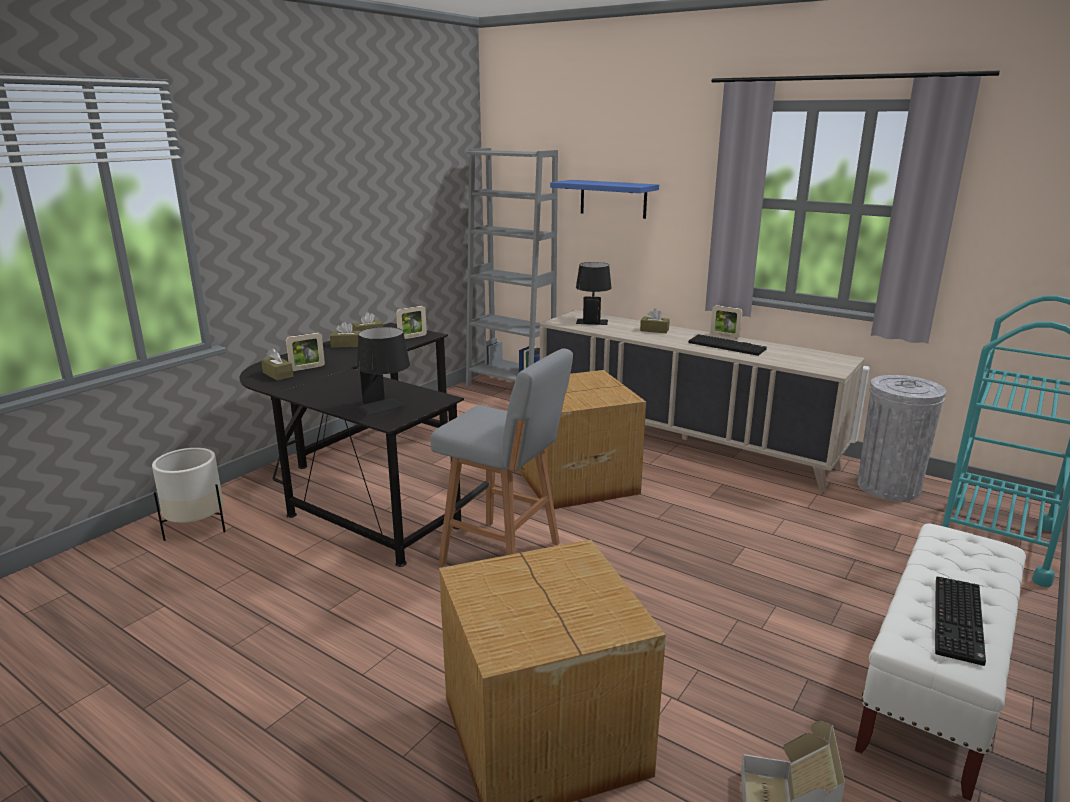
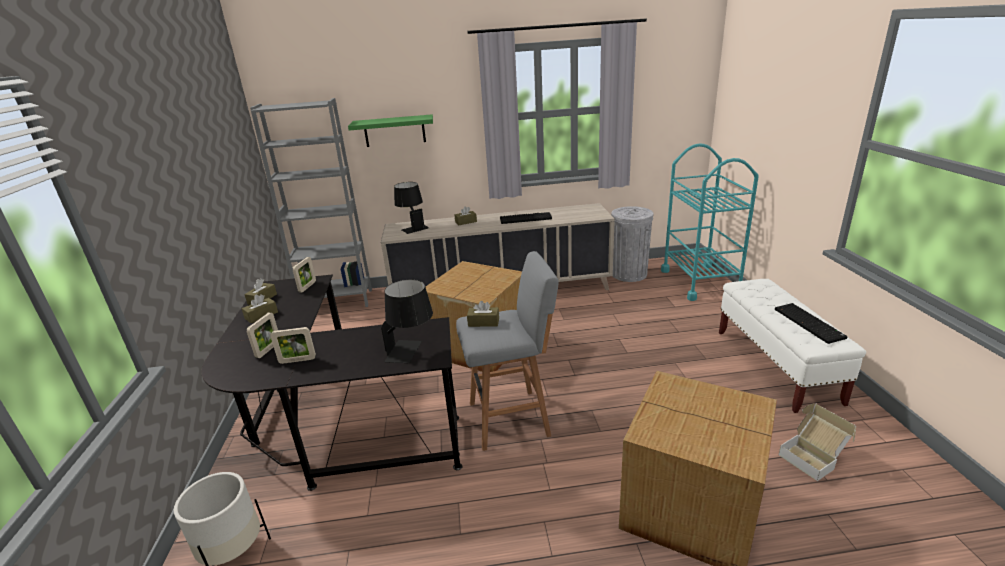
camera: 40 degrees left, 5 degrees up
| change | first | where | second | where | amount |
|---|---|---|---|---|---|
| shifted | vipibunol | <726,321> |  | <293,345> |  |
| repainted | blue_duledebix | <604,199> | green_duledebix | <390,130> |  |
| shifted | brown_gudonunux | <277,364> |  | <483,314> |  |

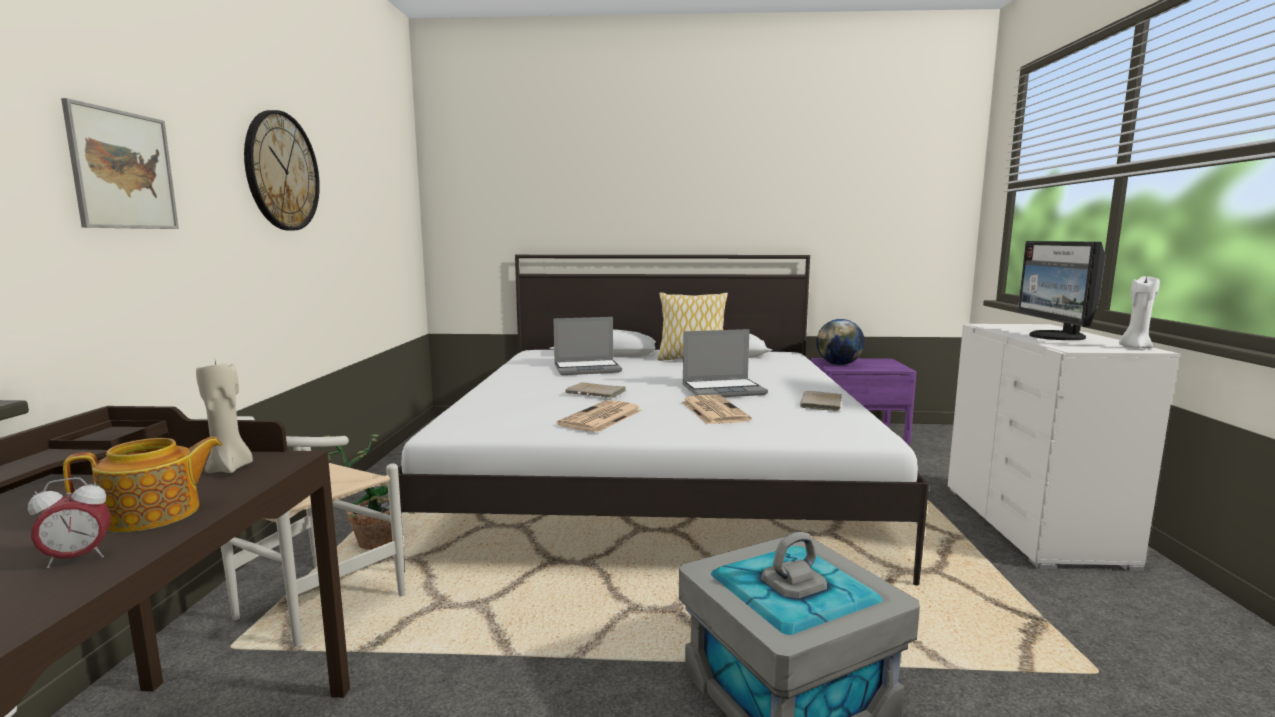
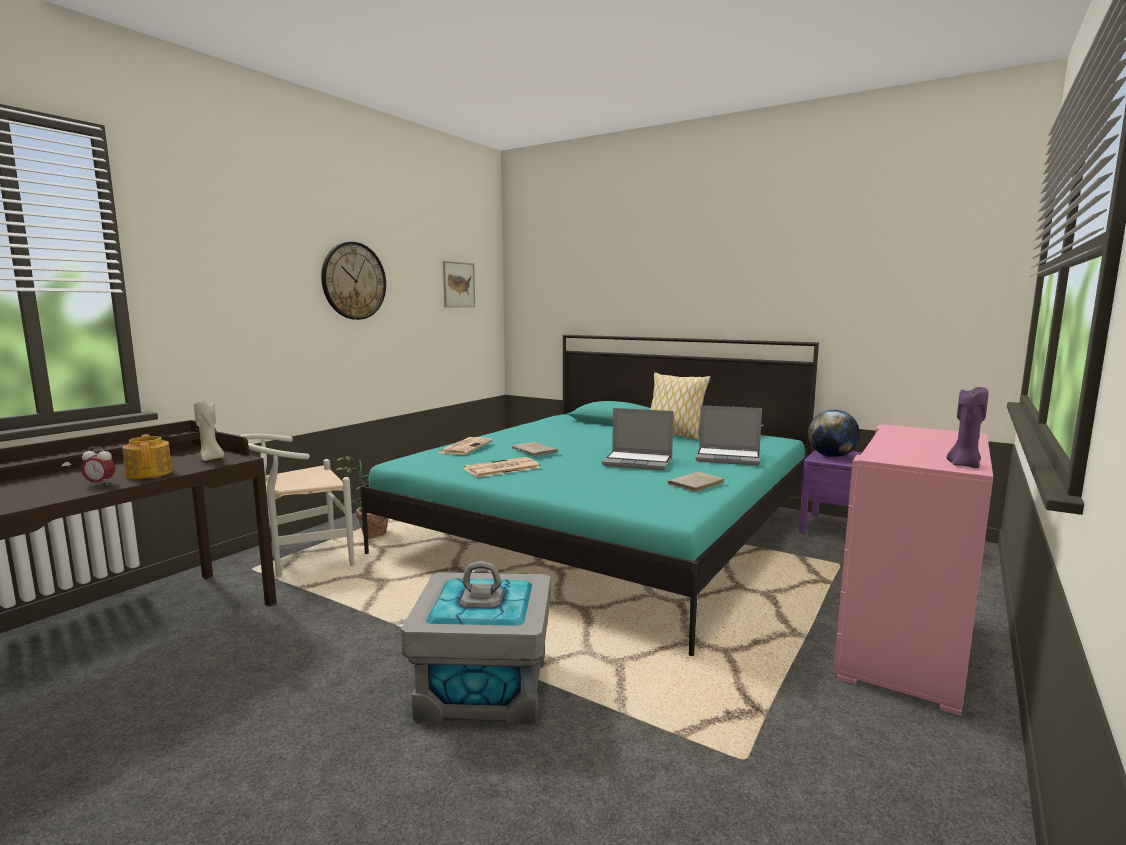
camera: 30 degrees right, 0 degrees up
| change | first | where | second | where | amount |
|---|---|---|---|---|---|
| rotated | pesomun | <143,484> |  | <147,456> | 120 degrees counterclockwise |
| repainted | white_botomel | <663,420> | turquoise_botomel | <589,495> |  |
| shifted | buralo | <717,409> |  | <465,446> |  |
| shifted | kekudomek | <120,163> |  | <459,284> |  |
| shifted | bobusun | <587,346> |  | <729,435> |  |
| repainted | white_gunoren | <1063,447> | pink_gunoren | <913,570> |  |
| repainted | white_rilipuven | <1139,312> | purple_rilipuven | <967,427> |  |
| gone | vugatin | <1062,290> |  |  |  |

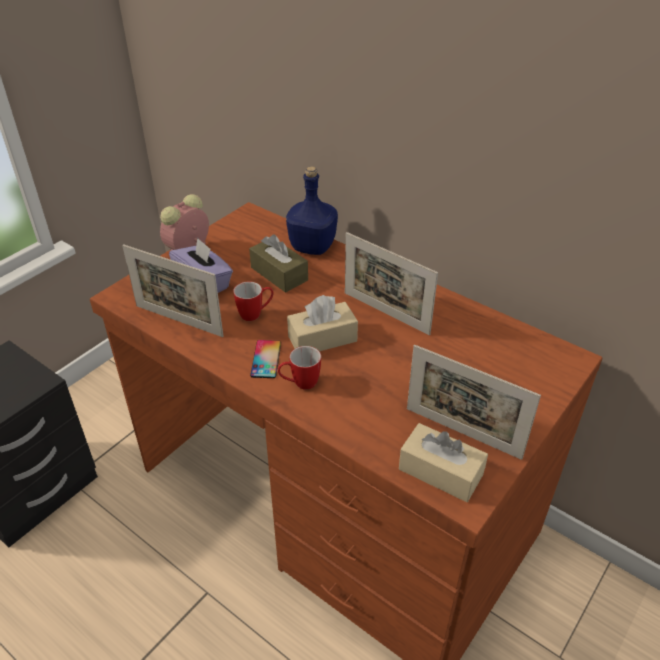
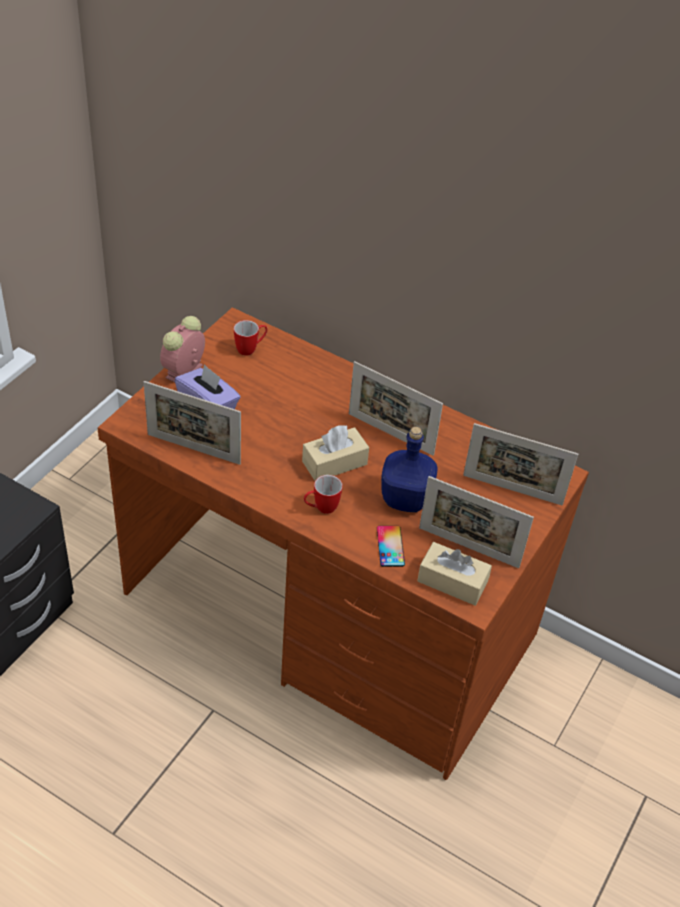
camera: 10 degrees left, 5 degrees up
| change | first | where | second | where | amount |
|---|---|---|---|---|---|
| shifted | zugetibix | <253,301> |  | <251,338> |  |
| shifted | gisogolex | <265,359> |  | <391,546> |  |
| shifted | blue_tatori | <312,210> |  | <409,469> |  |
| new |  |  | vipibunol | <520,464> |  |
| gone | brown_gudonunux | <278,263> |  |  |  |

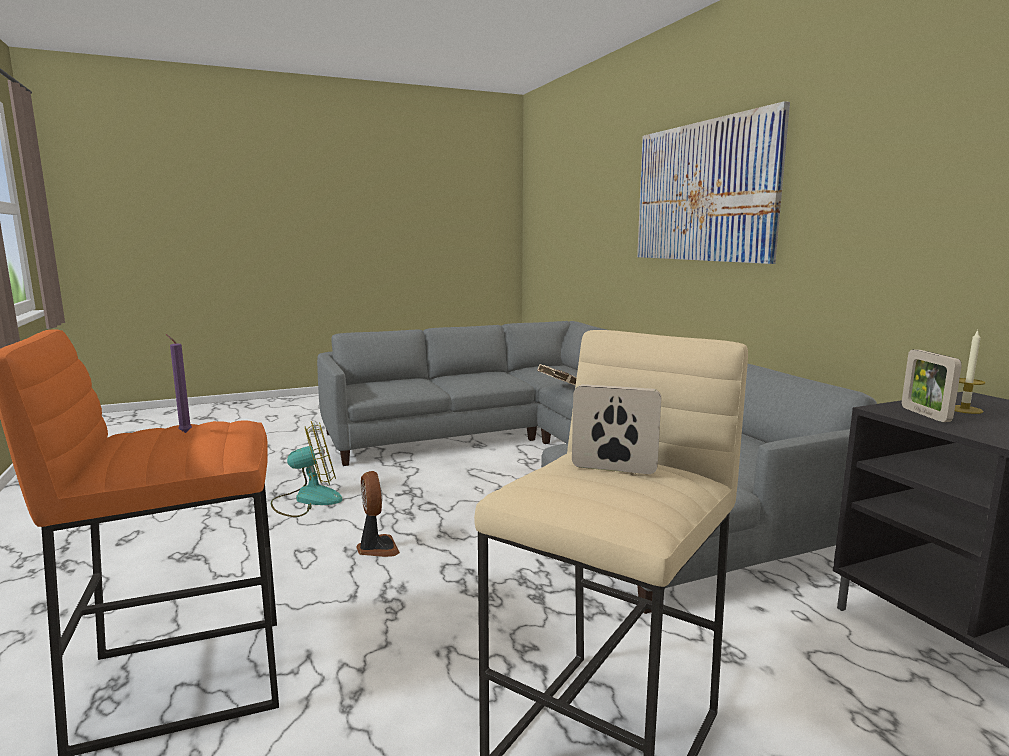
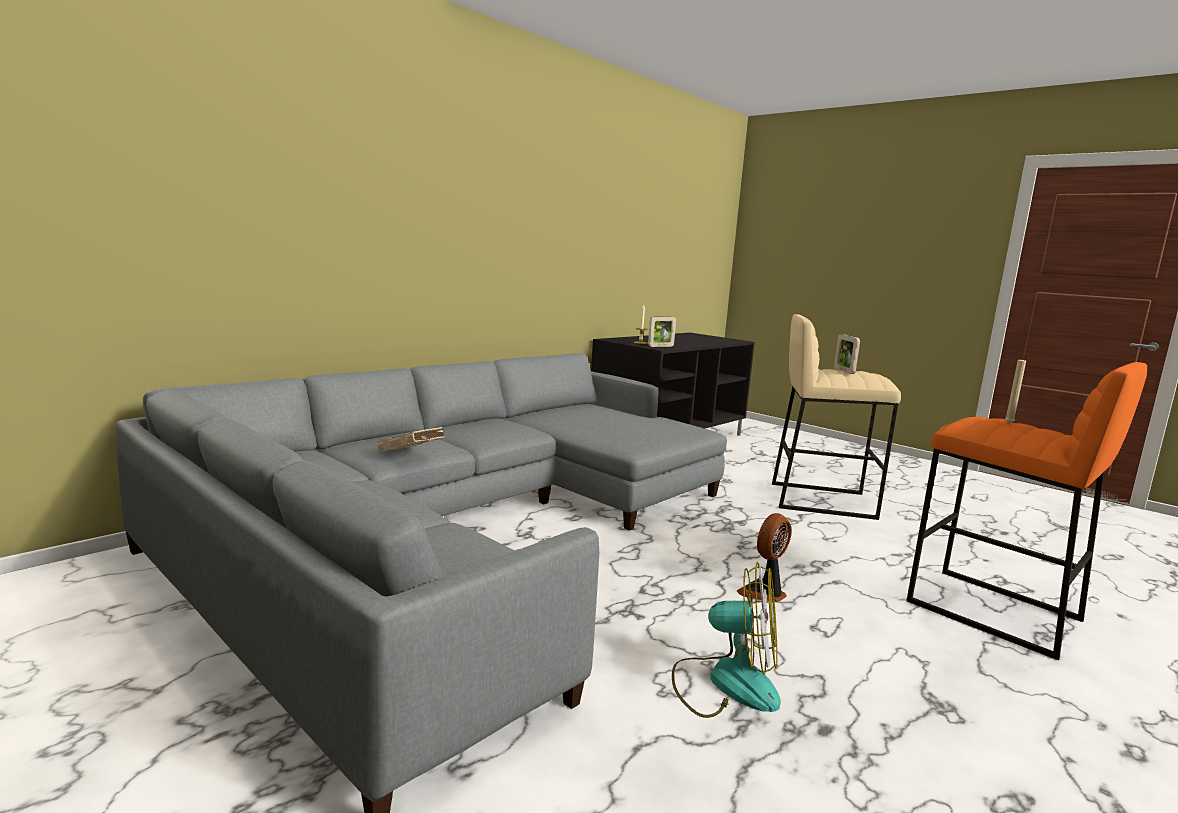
camera: 115 degrees left, 0 degrees up
| change | first | where | second | where | amount |
|---|---|---|---|---|---|
| rotated | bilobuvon | <306,469> |  | <726,640> | 150 degrees clockwise |
| repainted | purple_rilipuven | <178,383> | beige_rilipuven | <1017,389> |  |
| gone | kekudomek | <713,182> |  |  |  |

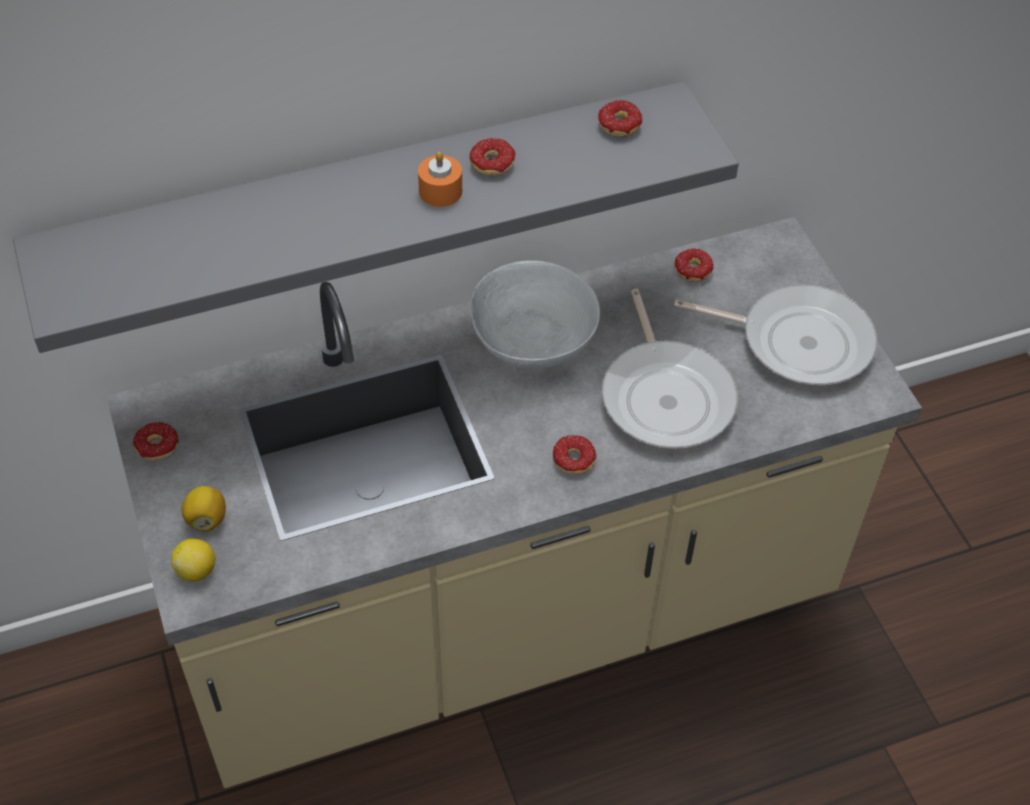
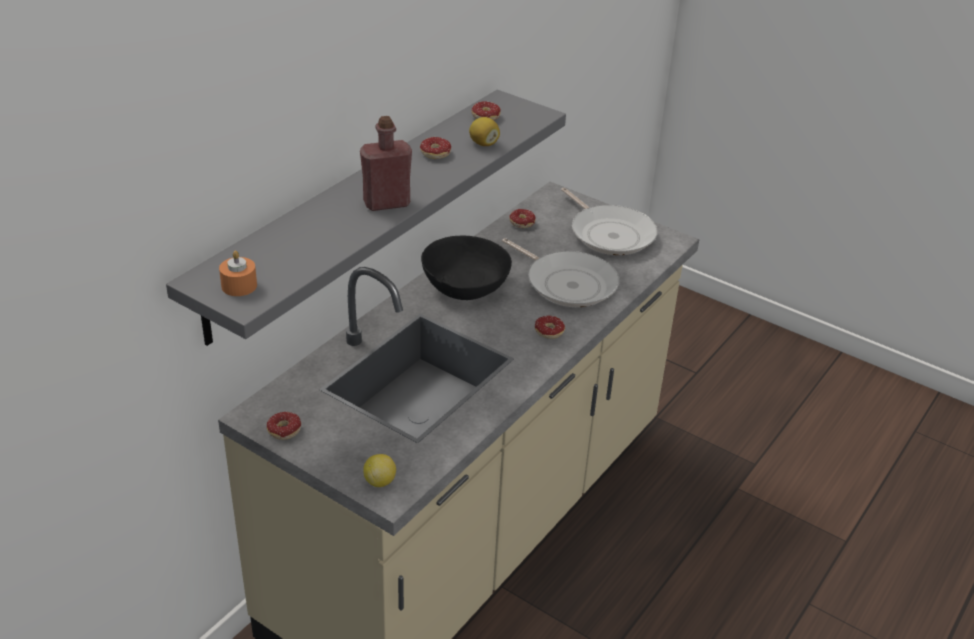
camera: 35 degrees left, 15 degrees down
| change | first | where | second | where | amount |
|---|---|---|---|---|---|
| shifted | orange_rilipuven | <440,179> |  | <238,273> |  |
| new |  |  | red_tatori | <386,163> |  |
| repainted | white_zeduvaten | <535,314> | black_zeduvaten | <466,268> |  |
| shifted | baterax | <204,508> |  | <484,131> |  |
| rotated | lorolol | <776,334> |  | <609,221> | 75 degrees clockwise |

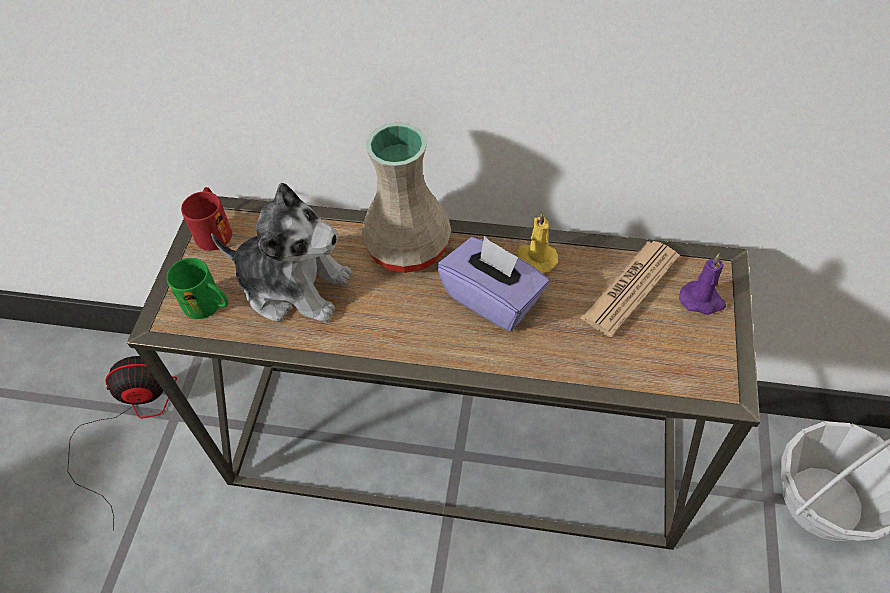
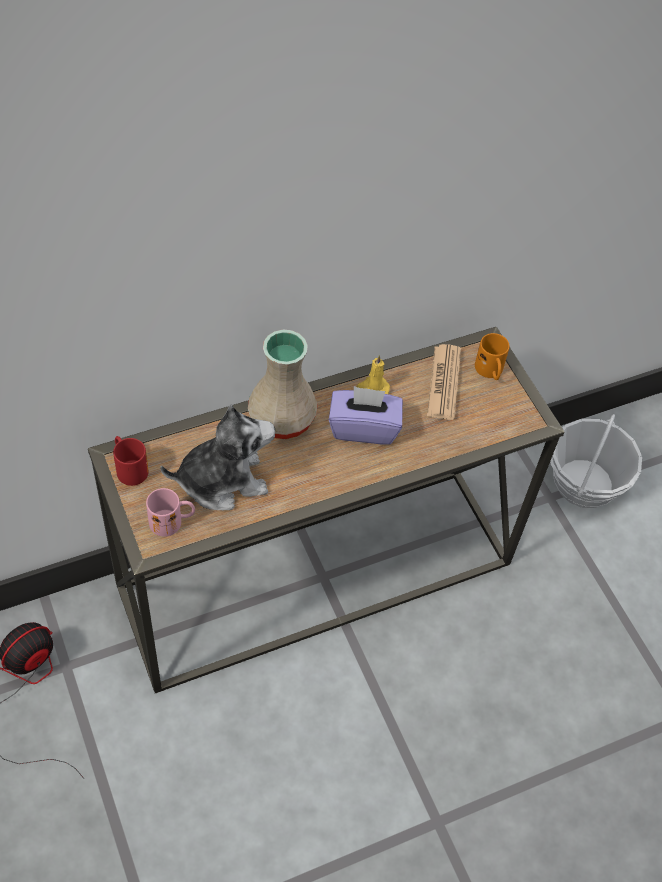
camera: 40 degrees left, 0 degrees up
| change | first | where | second | where | amount |
|---|---|---|---|---|---|
| repainted | green_zugetibix | <197,288> | pink_zugetibix | <170,512> |  |
| swapped | purple_rilipuven | <702,284> | orange_zugetibix | <492,356> |  |

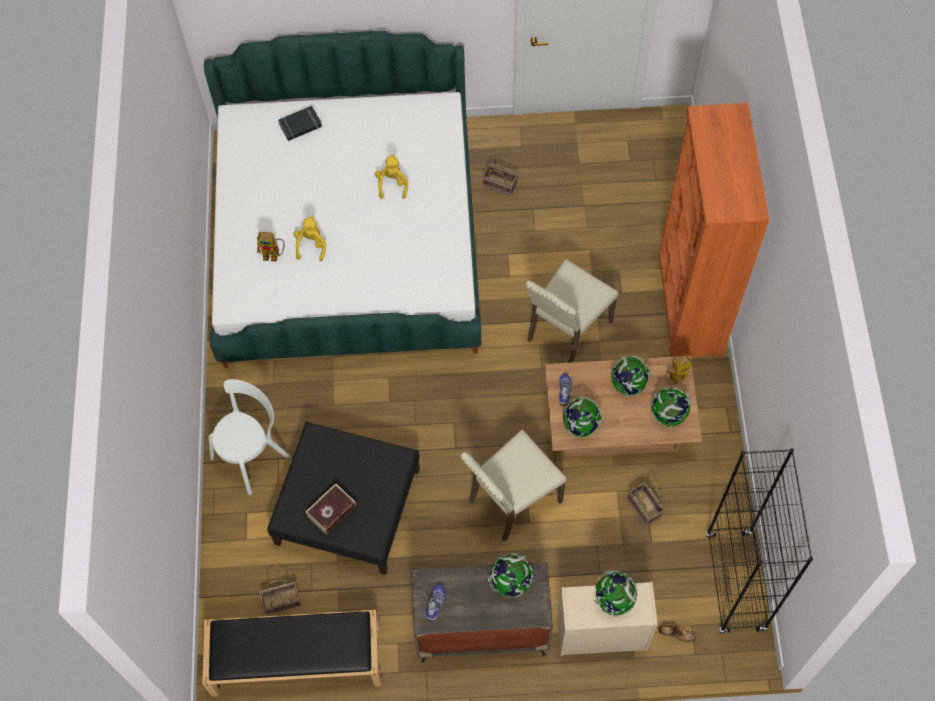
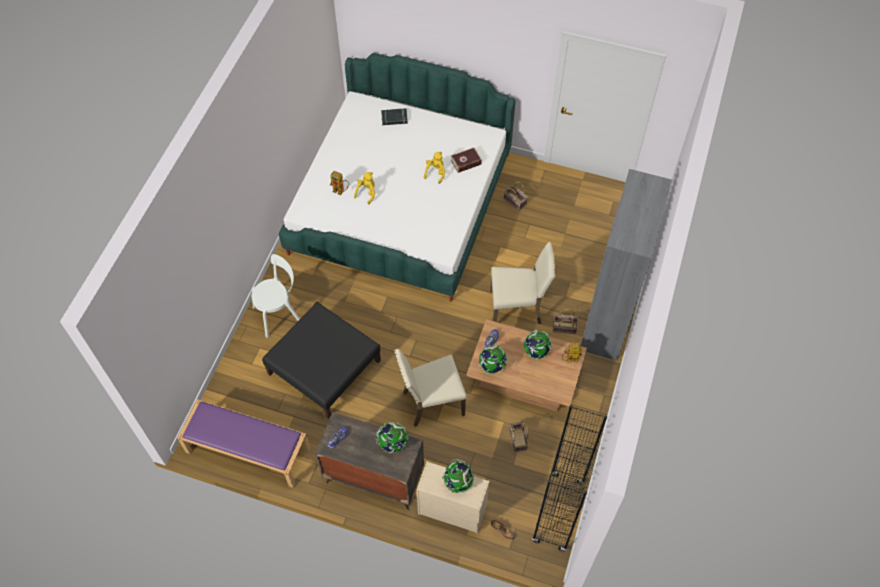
camera: 20 degrees right, 5 degrees down
| change | first | where | second | where | amount |
|---|---|---|---|---|---|
| repainted | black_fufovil | <292,653> | purple_fufovil | <244,443> |  |
| shifted | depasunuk | <331,508> |  | <466,160> |  |
| rotated | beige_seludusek | <571,311> |  | <522,283> | 150 degrees counterclockwise |
| shifted | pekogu | <280,597> |  | <565,321> |  |
| repainted | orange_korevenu | <714,230> | grey_korevenu | <626,265> |  |
| gone | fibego | <671,407> |  |  |  |

